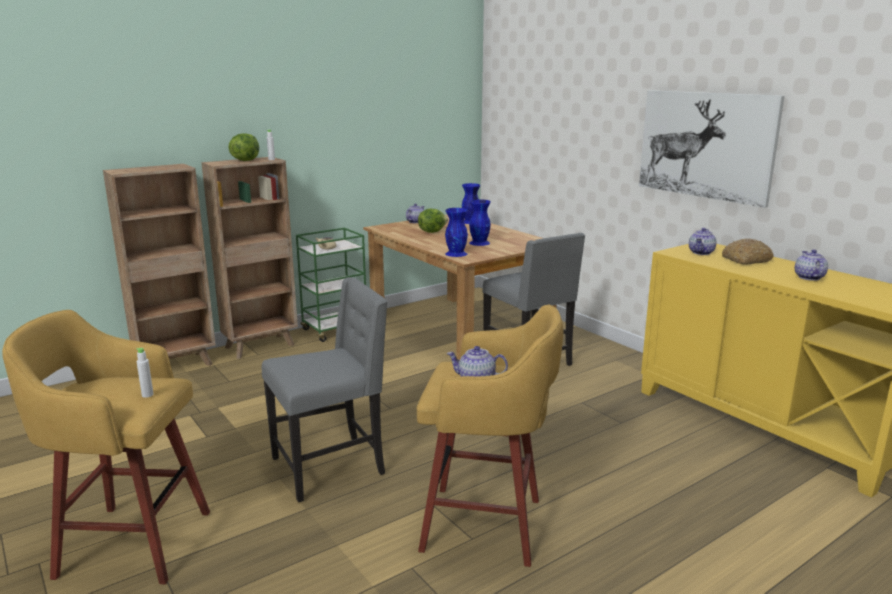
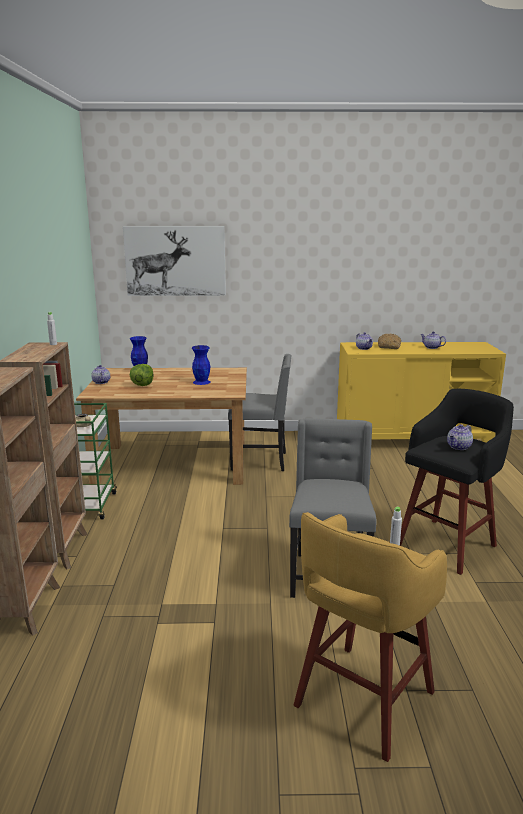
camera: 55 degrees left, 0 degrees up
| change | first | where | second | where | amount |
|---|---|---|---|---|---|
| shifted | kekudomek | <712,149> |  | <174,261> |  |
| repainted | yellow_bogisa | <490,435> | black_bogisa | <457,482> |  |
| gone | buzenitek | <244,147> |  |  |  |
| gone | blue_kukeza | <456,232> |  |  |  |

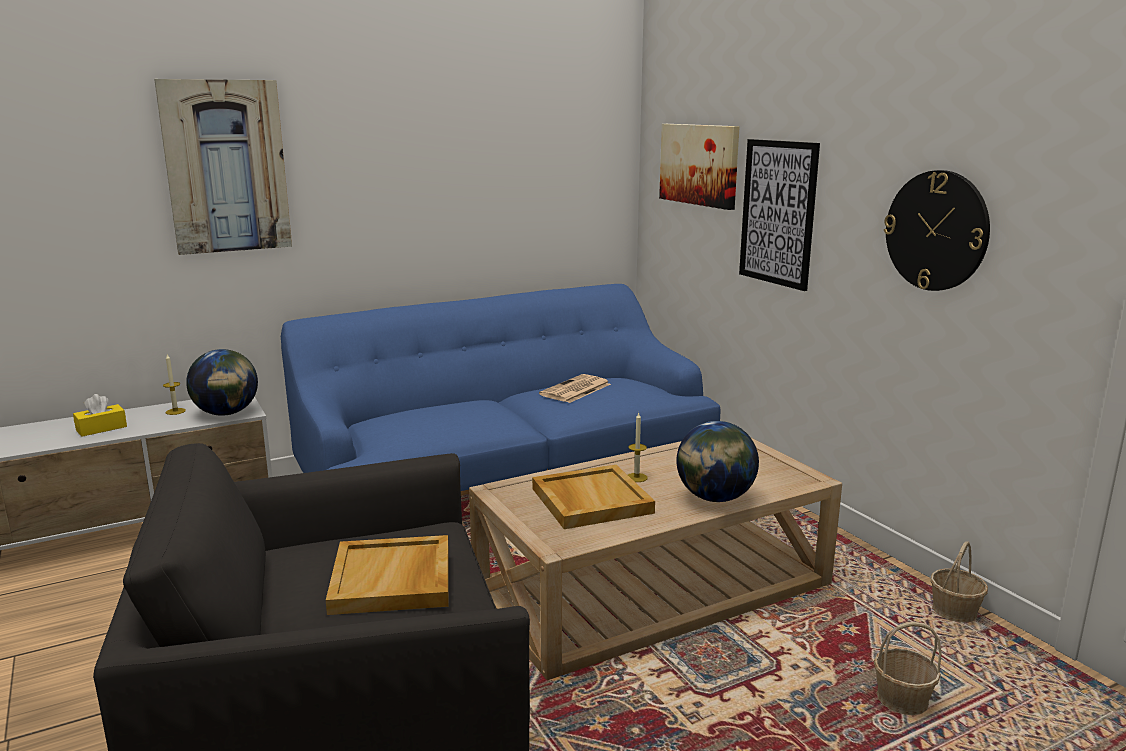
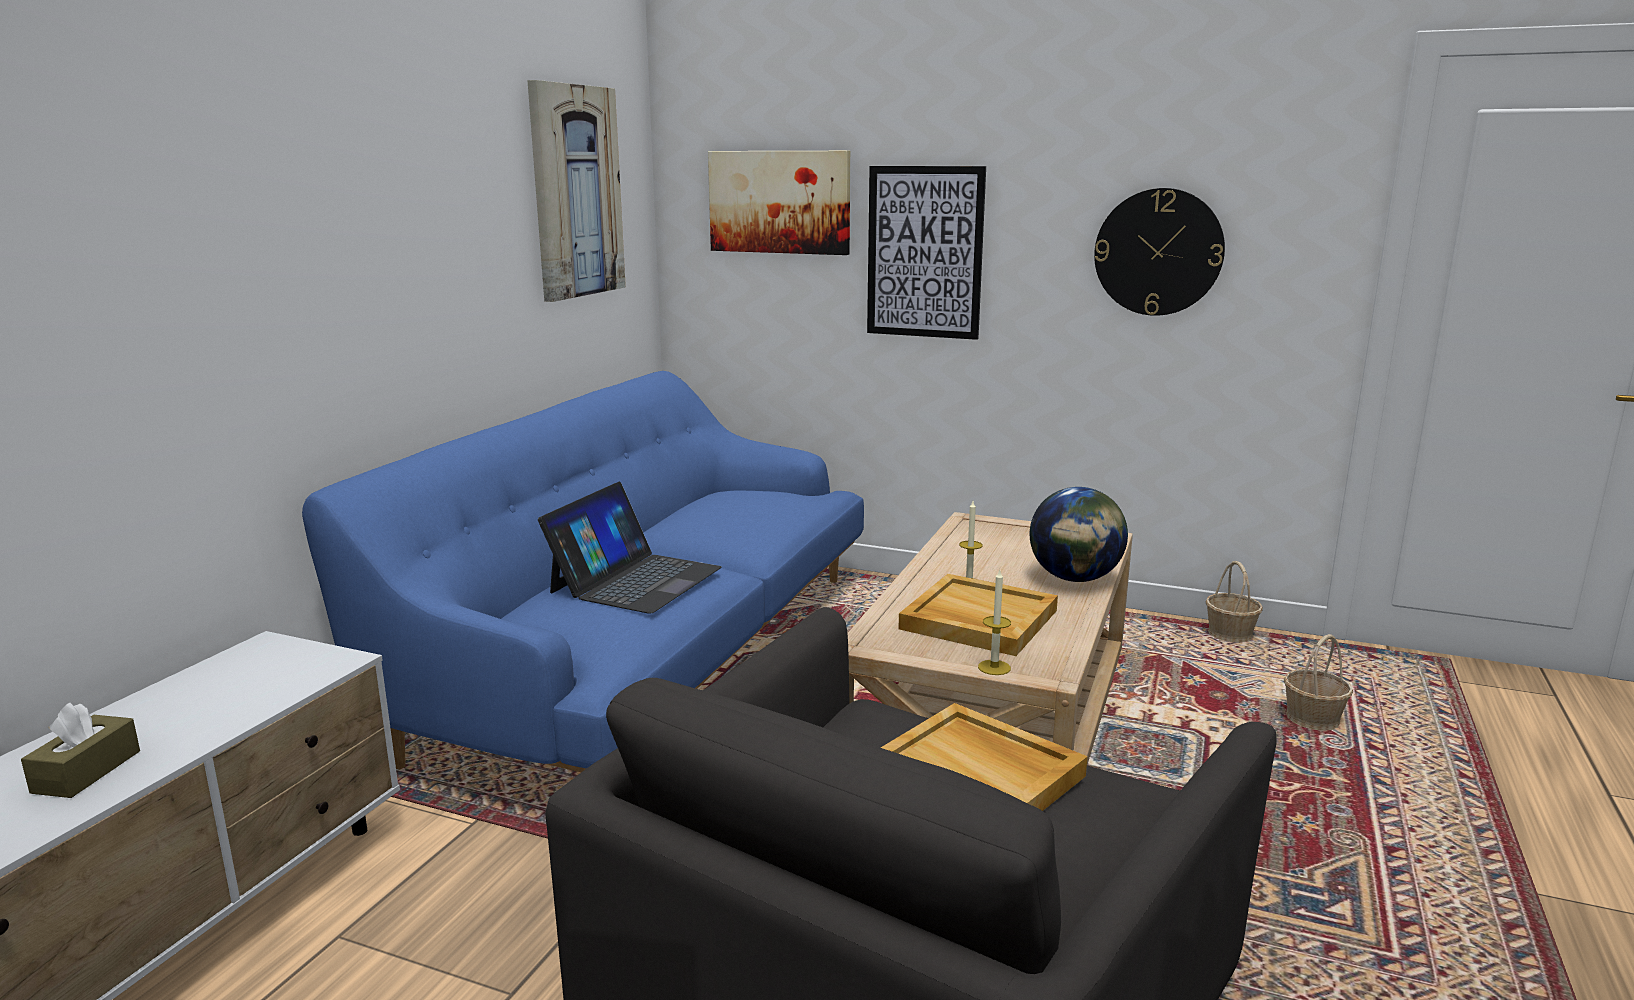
camera: 40 degrees left, 0 degrees up
| change | first | where | second | where | amount |
|---|---|---|---|---|---|
| repainted | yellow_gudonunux | <100,415> | brown_gudonunux | <80,750> |  |
| shifted | kekudomek | <223,167> |  | <576,191> |  |
| new |  |  | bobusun | <630,548> |  |
| shifted | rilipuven | <174,384> |  | <994,622> |  |
| gone | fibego | <222,382> |  |  |  |
| gone | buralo | <575,388> |  |  |  |

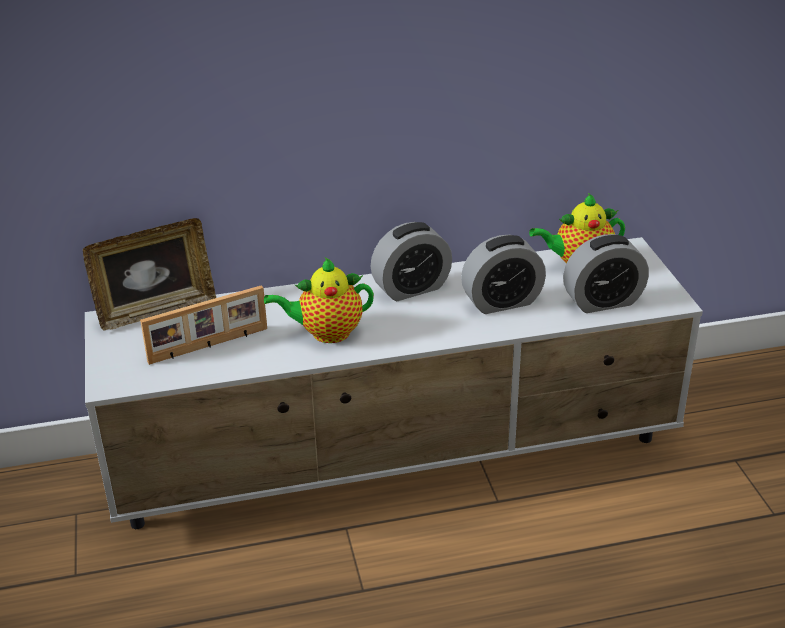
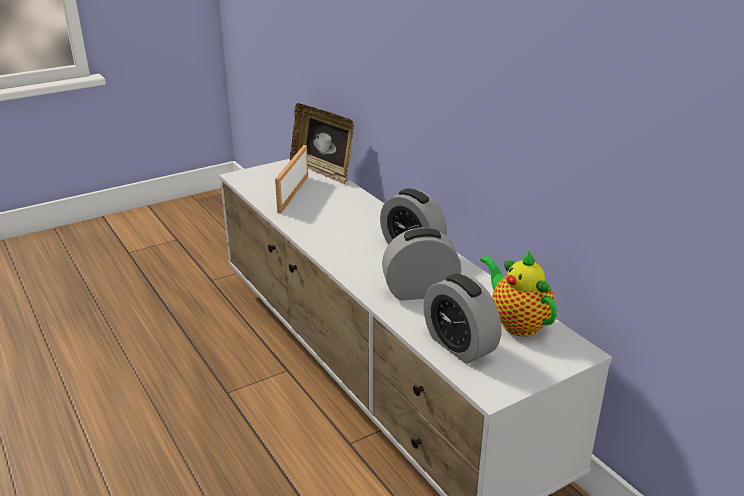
camera: 70 degrees right, 5 degrees down
| change | first | where | second | where | amount |
|---|---|---|---|---|---|
| rotated | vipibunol | <203,325> |  | <291,179> | 60 degrees clockwise |
| rotated | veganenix | <503,274> |  | <421,264> | 120 degrees clockwise |
| gone | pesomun | <319,300> |  |  |  |

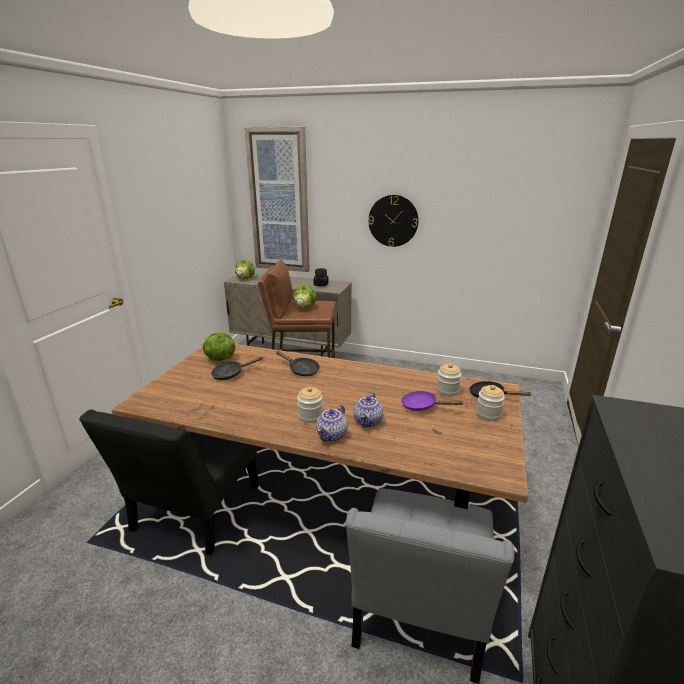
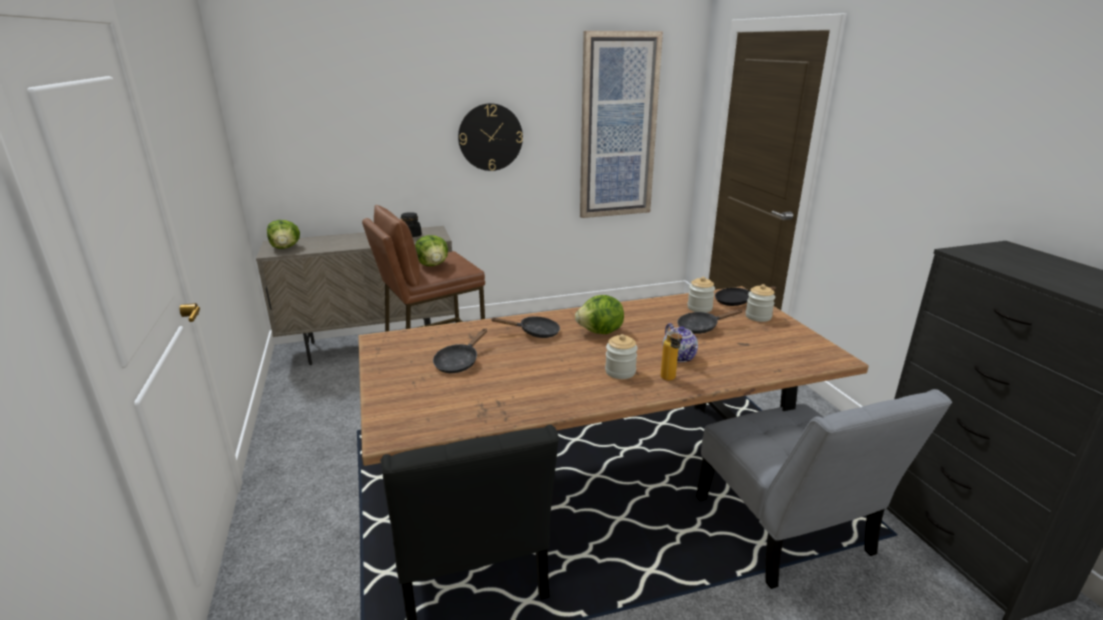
camera: 35 degrees left, 0 degrees up
| change | first | where | second | where | amount |
|---|---|---|---|---|---|
| shifted | buzenitek | <218,346> |  | <599,314> |  |
| shifted | kekudomek | <277,199> |  | <621,124> |  |
| swapped | pesomun | <332,423> | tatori | <671,355> |  |
| repainted | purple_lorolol | <432,401> | black_lorolol | <709,321> |  |

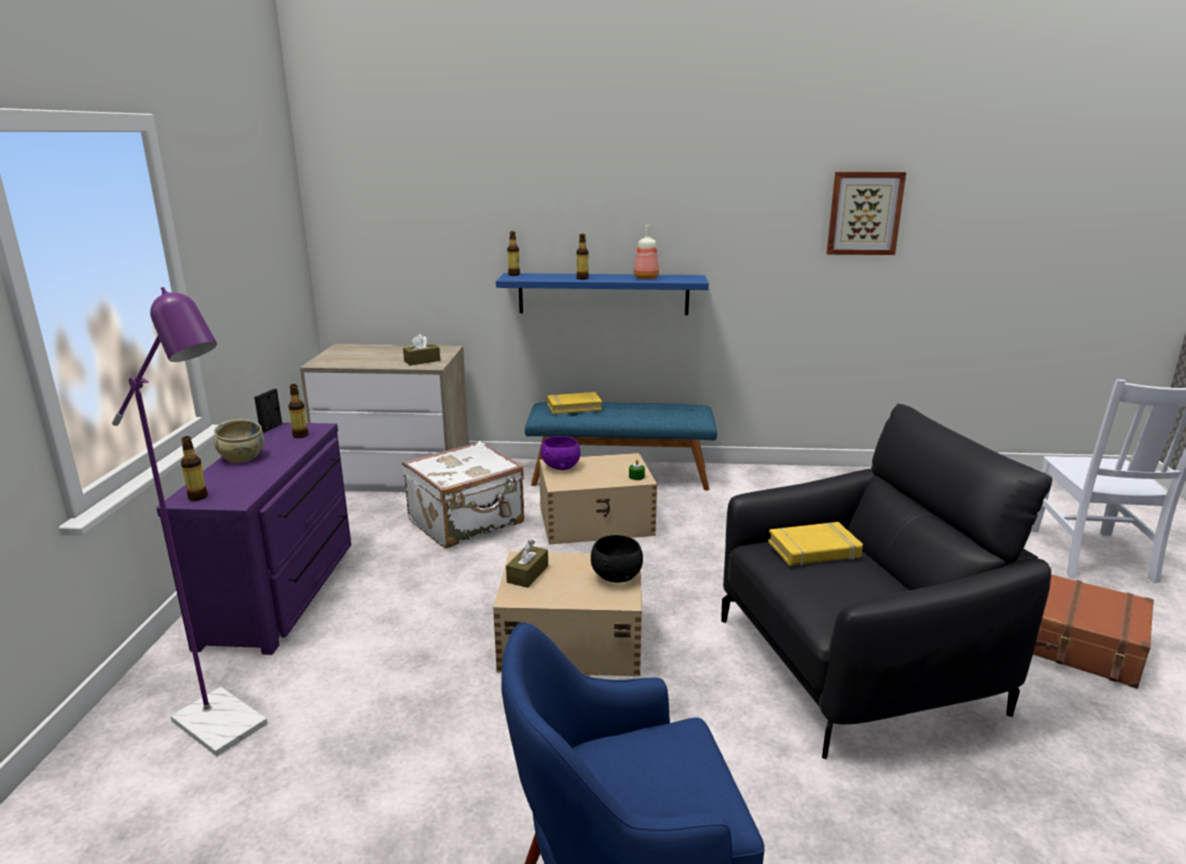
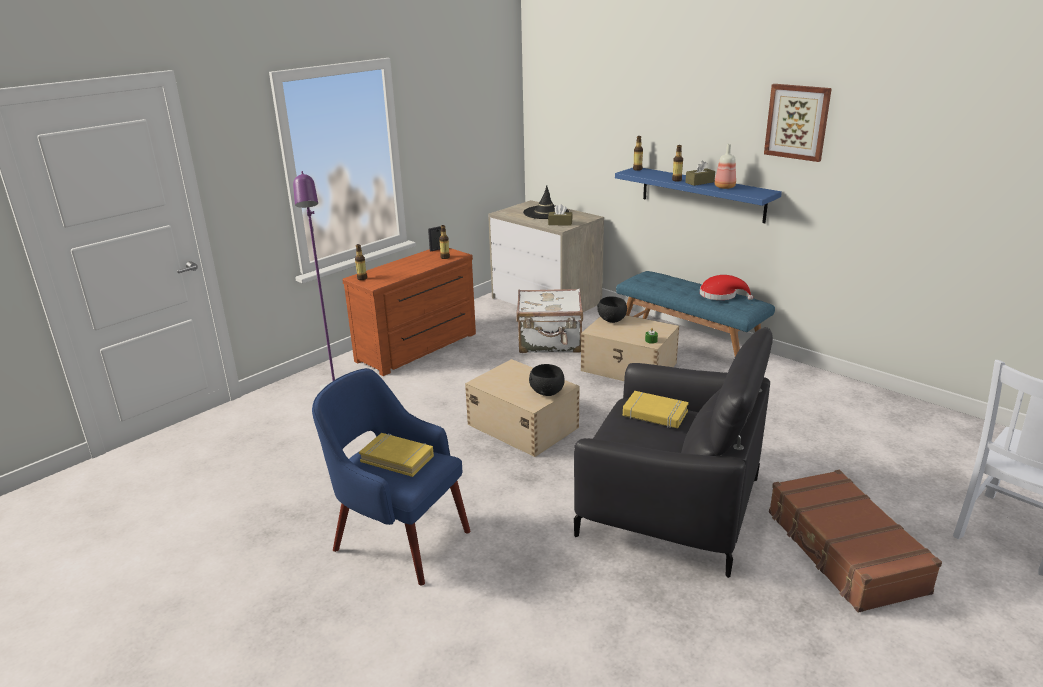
camera: 40 degrees right, 5 degrees up
| change | first | where | second | where | amount |
|---|---|---|---|---|---|
| repainted | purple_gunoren | <253,538> | brown_gunoren | <409,312> |  |
| shifted | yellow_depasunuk | <574,403> |  | <396,455> |  |
| new |  |  | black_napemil | <546,202> |  |
| repainted | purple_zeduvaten | <560,453> | black_zeduvaten | <612,309> |  |
| shifted | brown_gudonunux | <527,564> |  | <700,173> |  |
| new |  |  | red_napemil | <726,287> |  |
| shifted | kekudomek | <866,213> |  | <798,123> |  |
| gone | beige_zeduvaten | <239,441> |  |  |  |

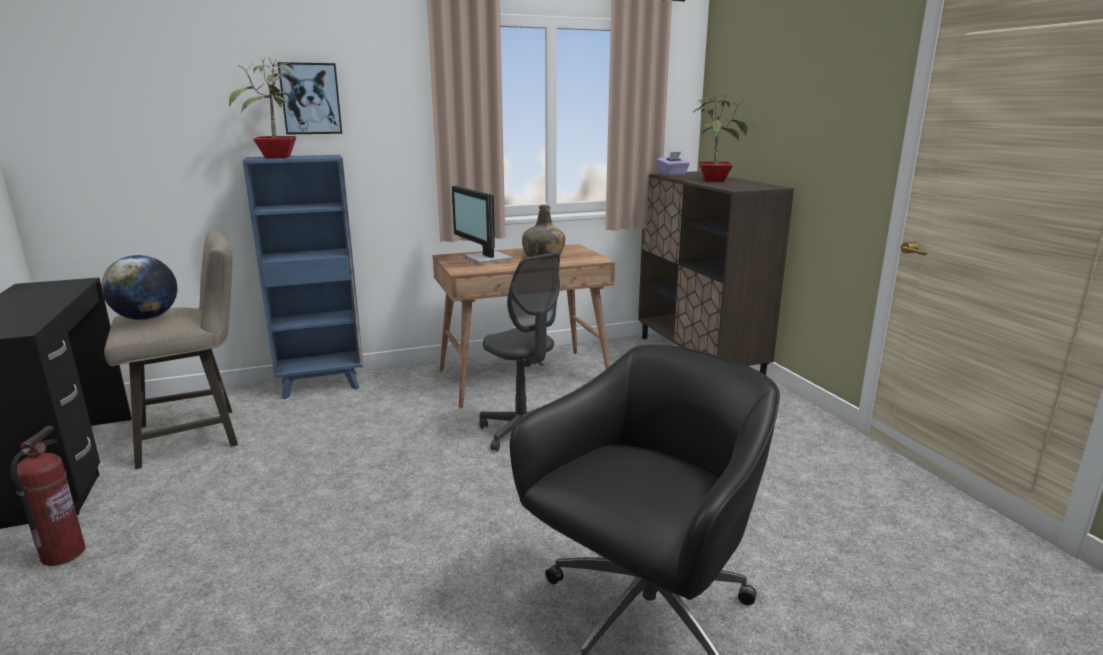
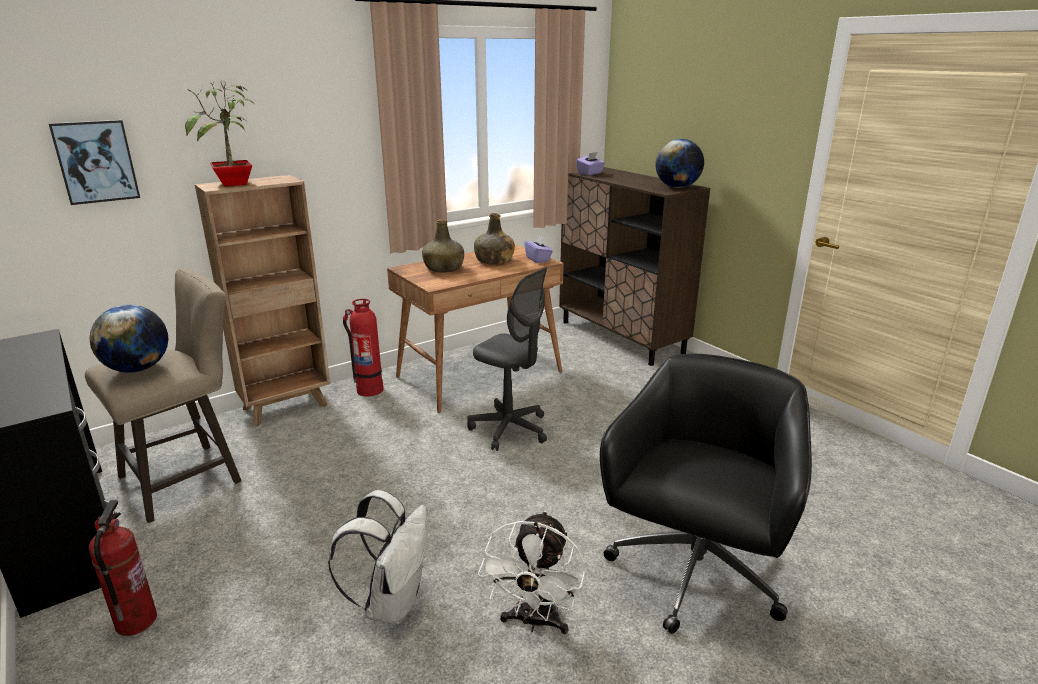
camera: 15 degrees left, 5 degrees up
| change | first | where | second | where | amount |
|---|---|---|---|---|---|
| shifted | kekudomek | <309,98> |  | <94,162> |  |
| repainted | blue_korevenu | <303,277> | brown_korevenu | <262,301> |  |
| new |  |  | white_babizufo | <377,557> |  |
| new |  |  | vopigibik | <363,347> |  |
| swapped | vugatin | <483,225> | green_tatori | <443,246> |  |
| new |  |  | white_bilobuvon | <532,572> |  |
| new |  |  | purple_gudonunux | <538,249> |  |
| new |  |  | fibego | <680,163> |  |
| gone | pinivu | <721,137> |  |  |  |

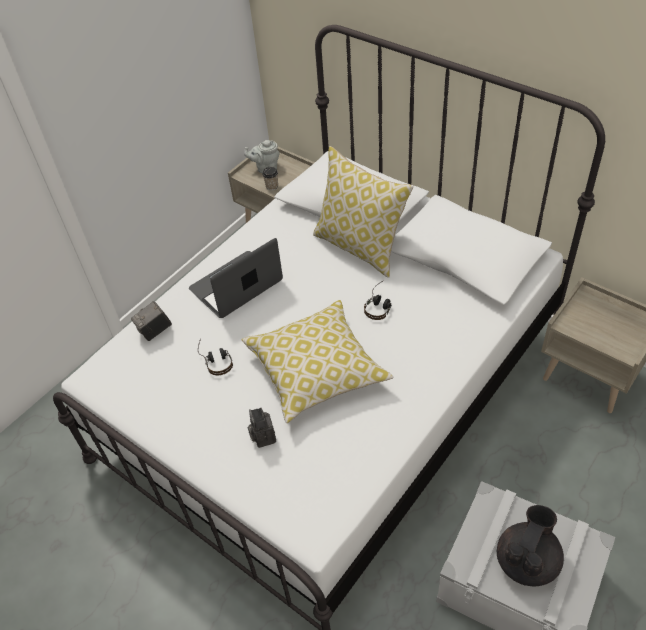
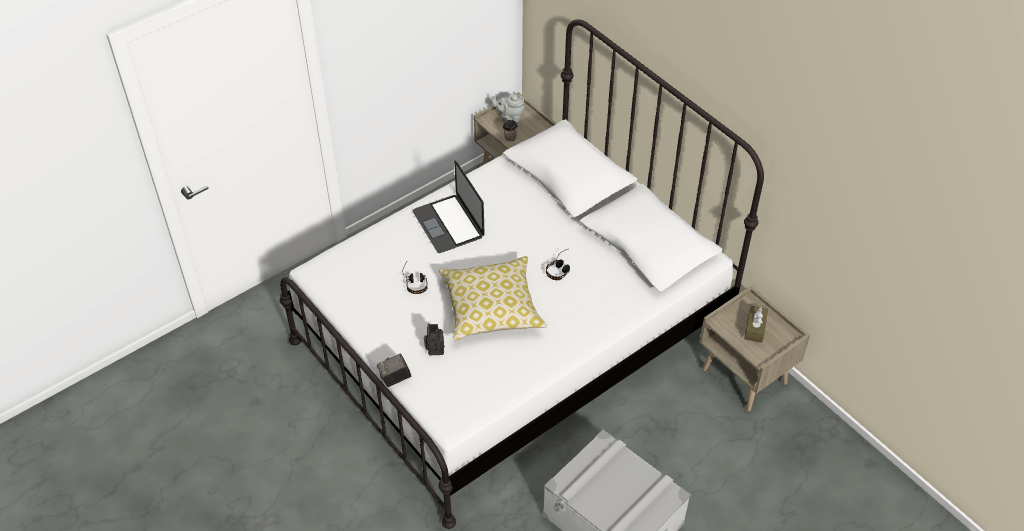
camera: 10 degrees right, 0 degrees up
| change | first | where | second | where | amount |
|---|---|---|---|---|---|
| shifted | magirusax | <151,321> |  | <394,370> |  |
| rotated | bobusun | <236,278> |  | <448,207> | 90 degrees counterclockwise |
| new |  |  | brown_gudonunux | <756,324> |  |
| gone | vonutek | <363,212> |  |  |  |
| gone | black_pesomun | <530,545> |  |  |  |

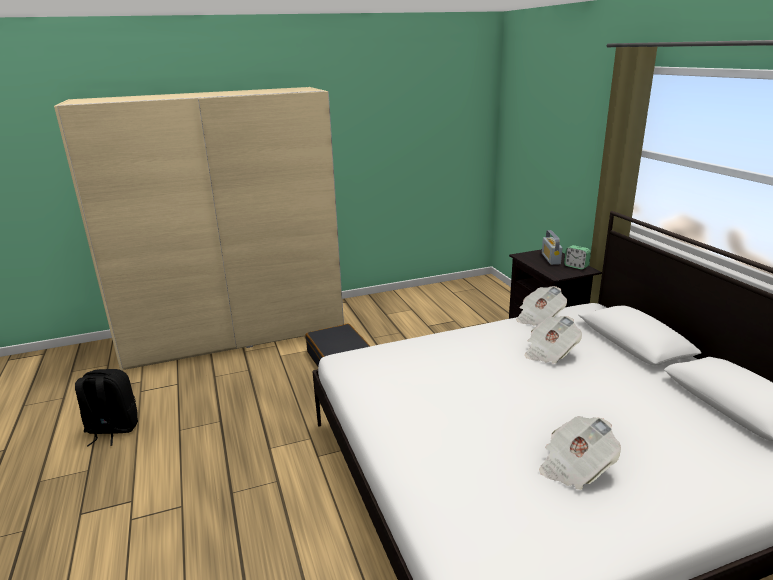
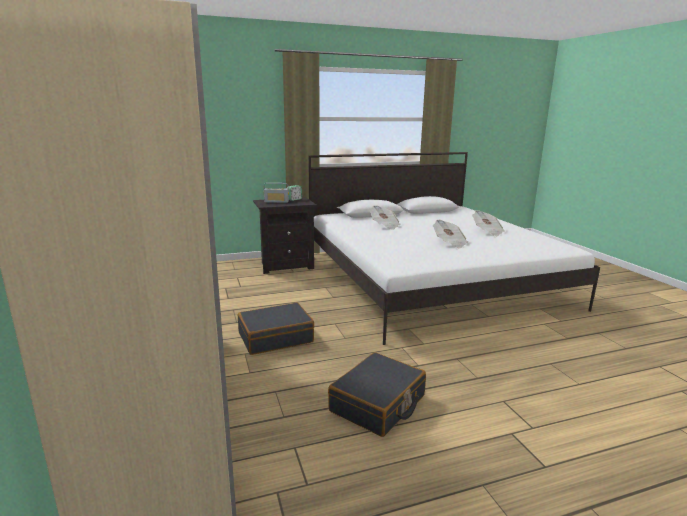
camera: 90 degrees left, 5 degrees down
| change | first | where | second | where | amount |
|---|---|---|---|---|---|
| new |  |  | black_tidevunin | <377,394> |  |
| shifted | buralo | <541,306> |  | <450,234> |  |
| gone | black_babizufo | <106,407> |  |  |  |

